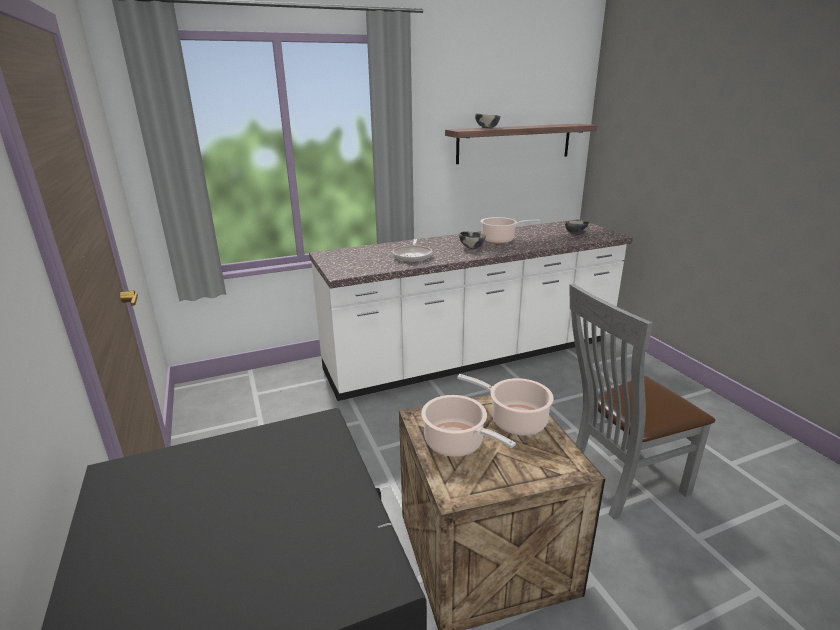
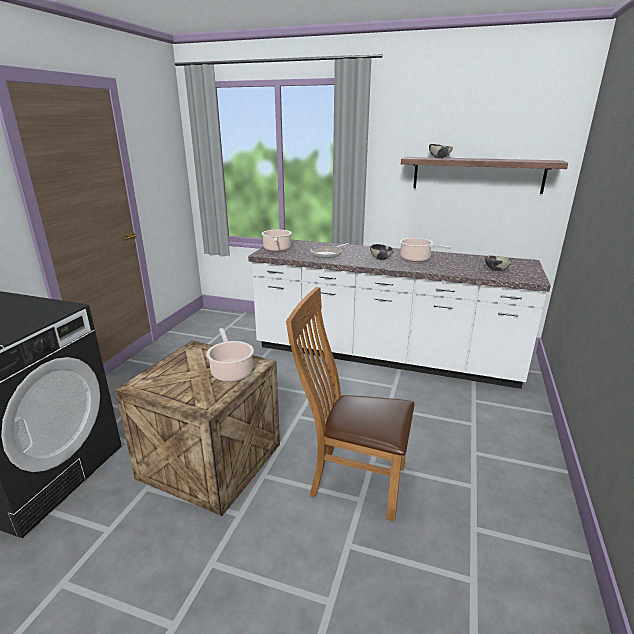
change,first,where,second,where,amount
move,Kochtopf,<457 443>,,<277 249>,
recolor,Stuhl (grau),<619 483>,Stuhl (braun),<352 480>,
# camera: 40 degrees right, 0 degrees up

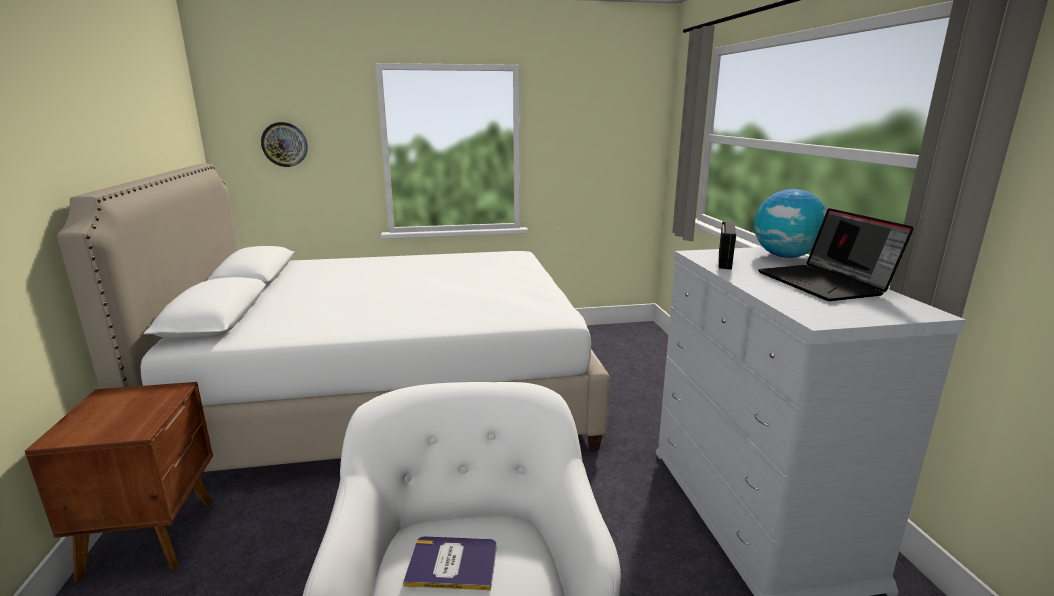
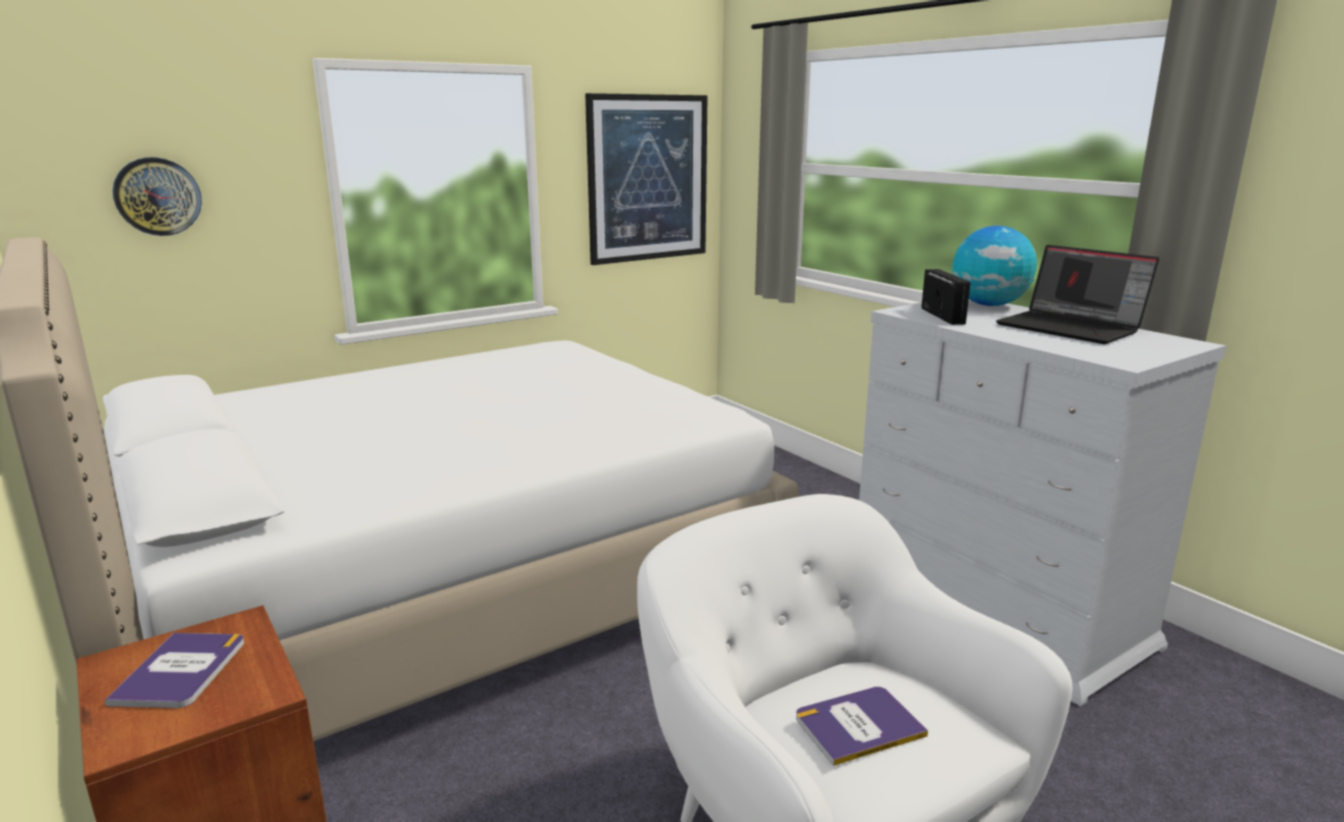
change,first,where,second,where,amount
insert,,,Buch,<181 671>,
insert,,,Bild,<648 178>,
# camera: 25 degrees left, 0 degrees up

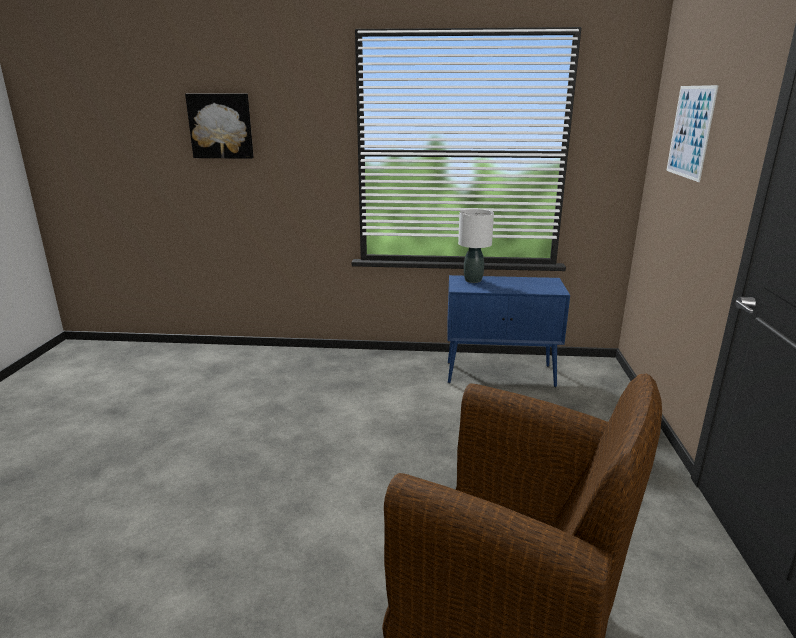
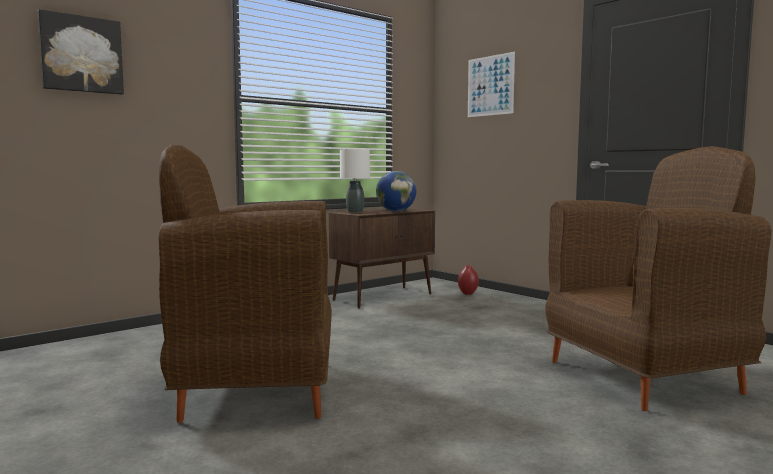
change,first,where,second,where,amount
insert,,,Sessel (braun),<256 390>,
insert,,,Globus,<396 211>,
insert,,,Vase (rot),<468 293>,
recolor,Schrank (blau),<501 374>,Schrank (braun),<384 297>,
# camera: 45 degrees left, 15 degrees down

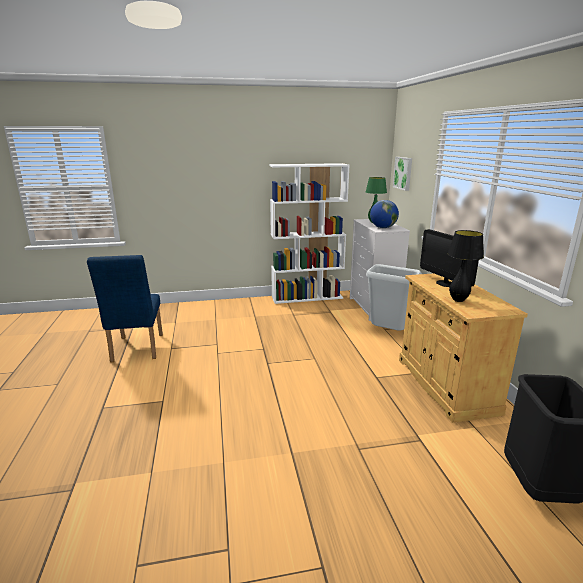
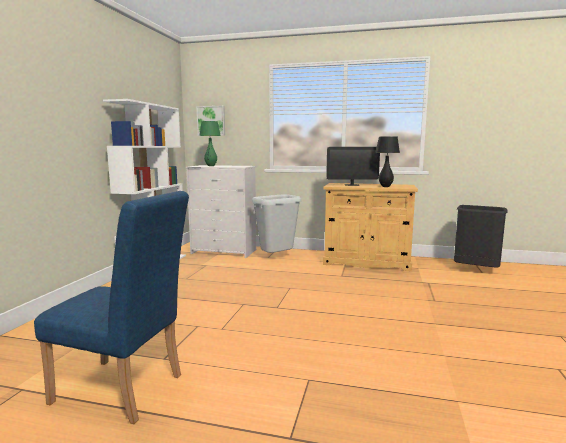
change,first,where,second,where,amount
delete,Globus,<383 228>,,,
# camera: 65 degrees left, 10 degrees down

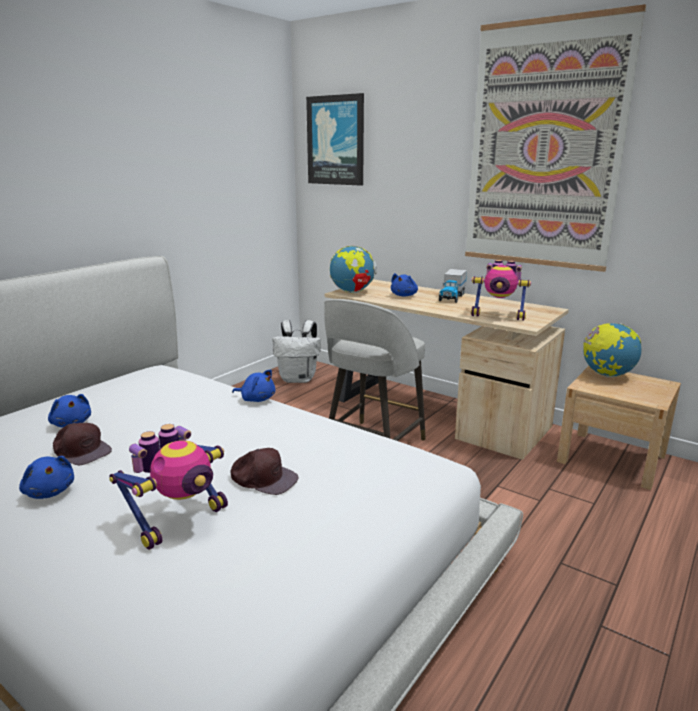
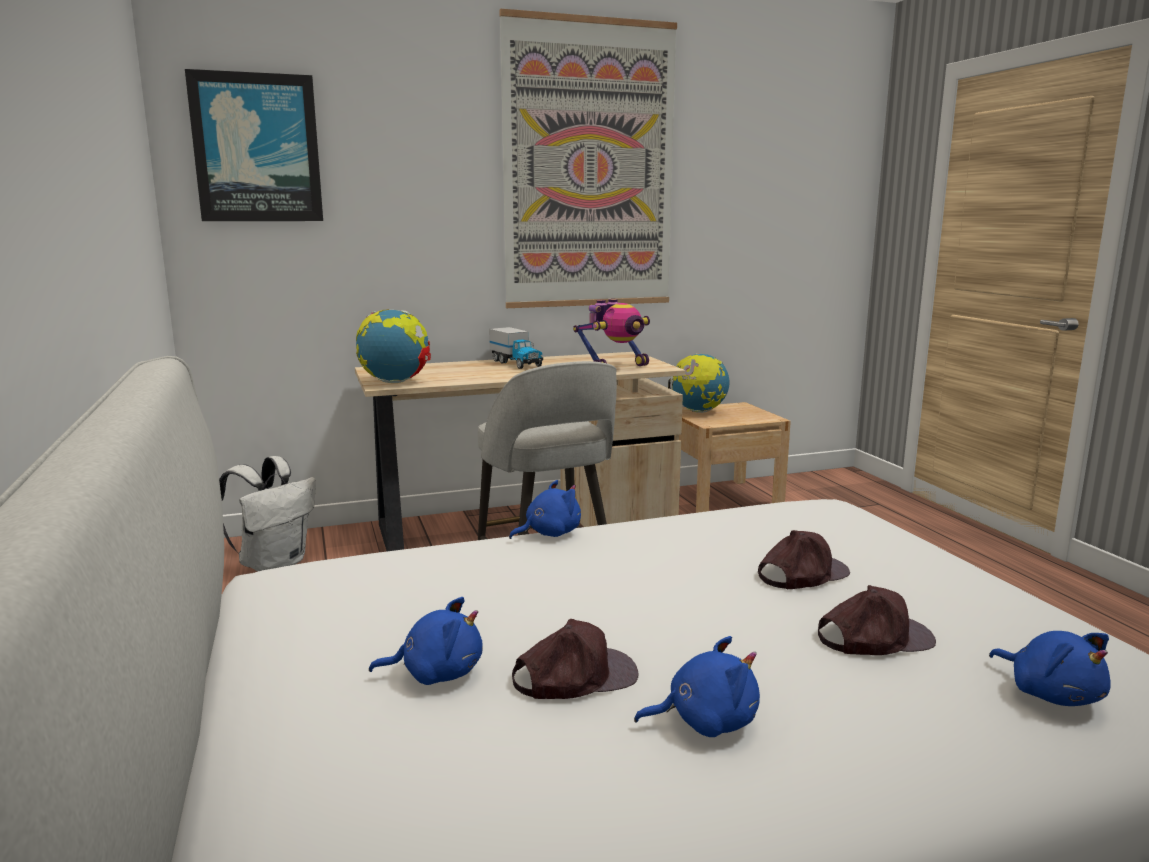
change,first,where,second,where,amount
move,Plüschtier (blau),<404 295>,,<1051 694>,
replace,Spielzeugroboter,<180 520>,Kappe (braun),<874 637>,
# camera: 55 degrees left, 5 degrees down

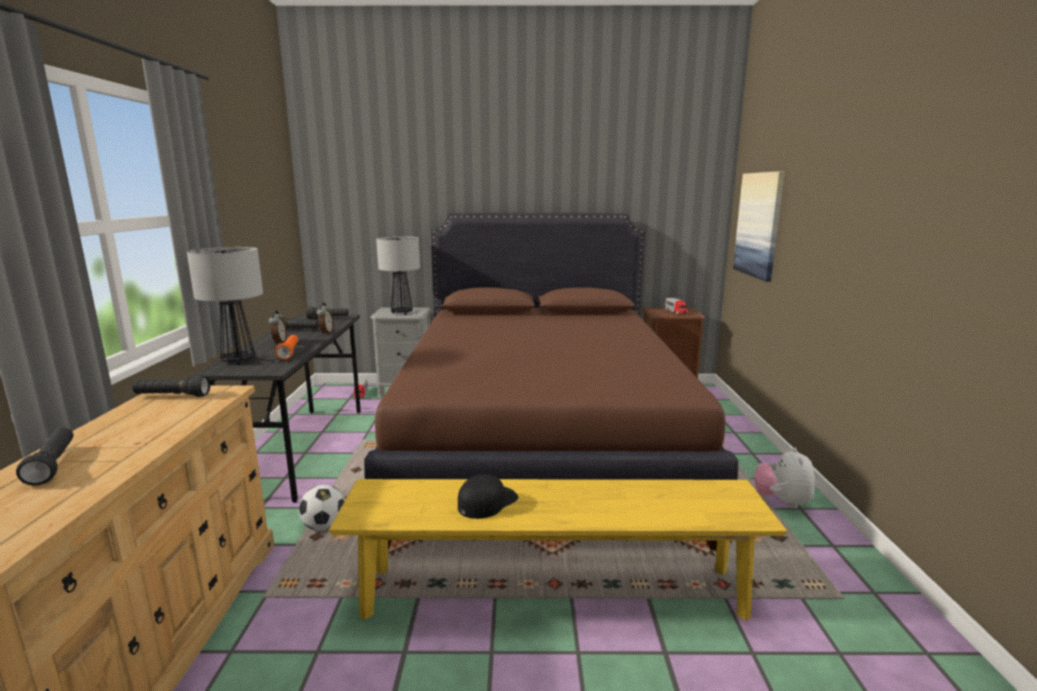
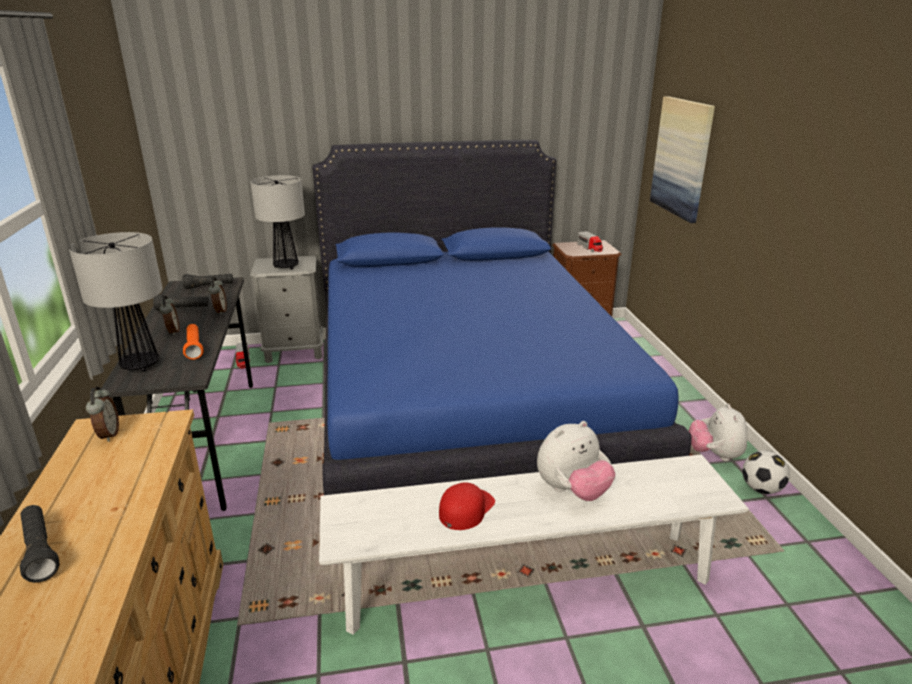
change,first,where,second,where,amount
insert,,,Plüschtier,<572 491>,
move,Fußball,<324 526>,,<761 489>,
replace,Taschenlampe (schwarz),<172 396>,Wecker,<108 435>,
recolor,Bank (gelb),<553 592>,Bank (weiß),<526 580>,
recolor,Bett (braun),<540 443>,Bett (blau),<465 408>,
recolor,Kappe (schwarz),<487 501>,Kappe (rot),<466 508>,
# camera: 10 degrees left, 10 degrees up

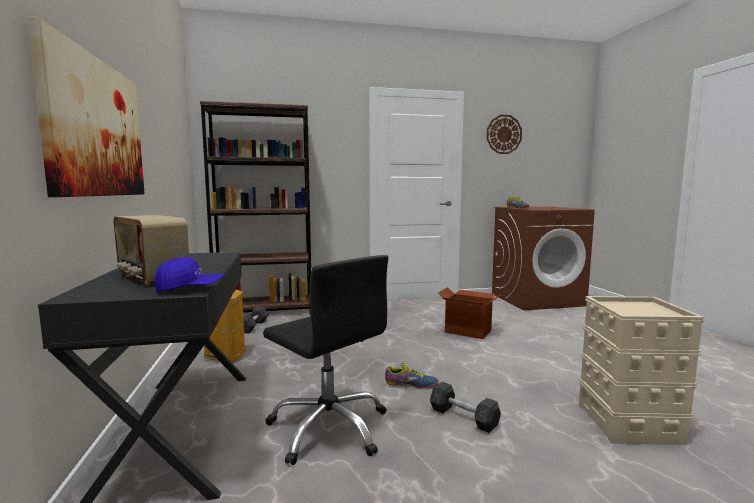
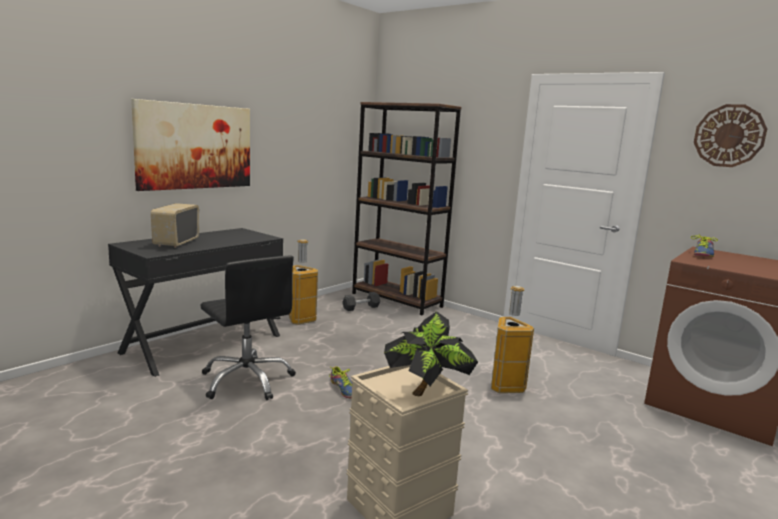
change,first,where,second,where,amount
delete,Kappe (blau),<190 289>,,,
delete,Hantel (grau),<463 417>,,,
insert,,,Topfpflanze,<427 392>,
replace,Karton,<468 331>,Mülleimer,<505 386>,
rotate,Bürostuhl (schwarz),<329 427>,,<247 380>,45 degrees counterclockwise
# camera: 50 degrees right, 5 degrees up

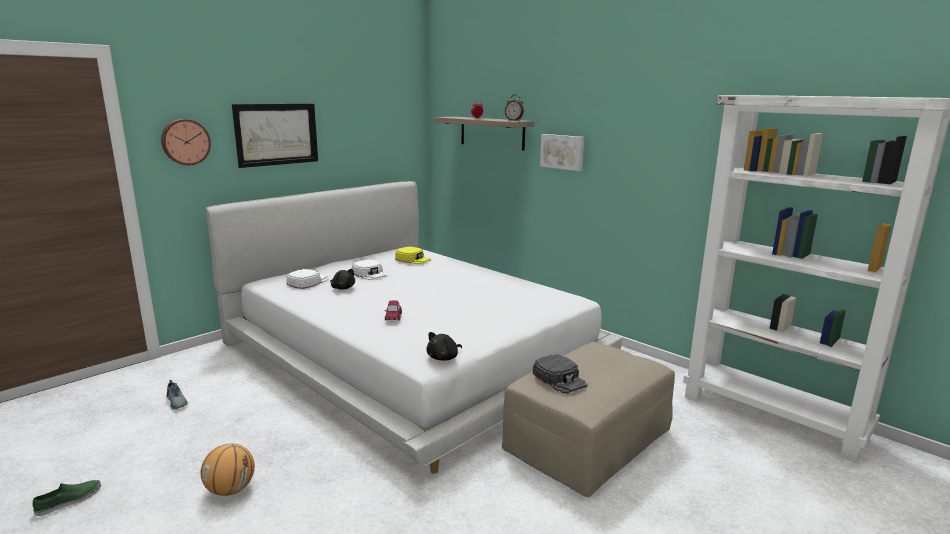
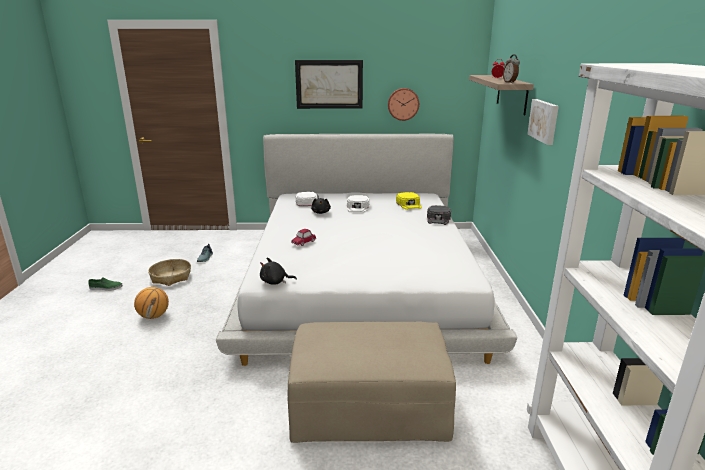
change,first,where,second,where,amount
insert,,,Korb,<171 277>,
move,Wanduhr,<185 142>,,<403 104>,
move,Kappe (schwarz),<560 379>,,<438 219>,
# camera: 45 degrees right, 5 degrees up

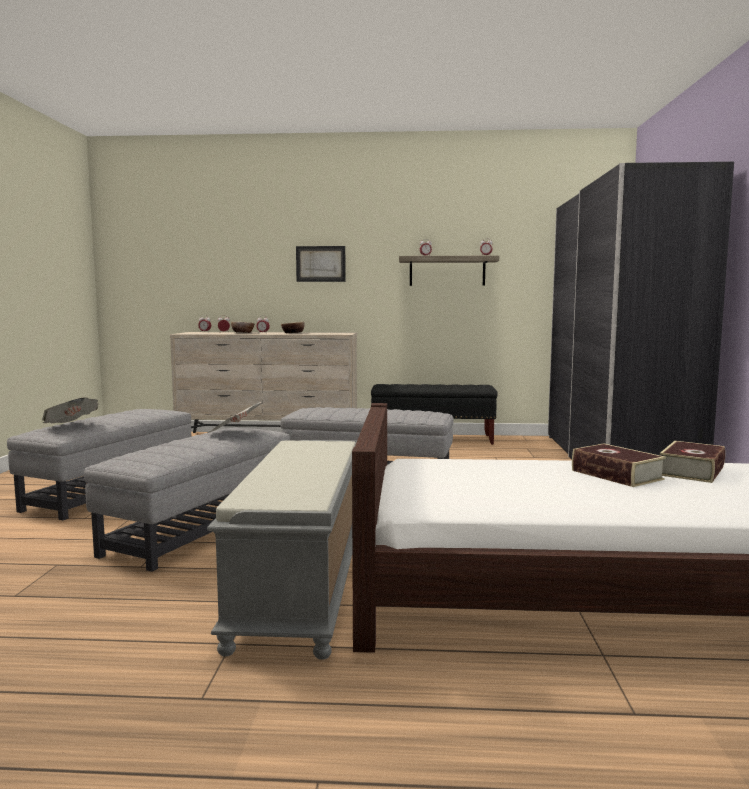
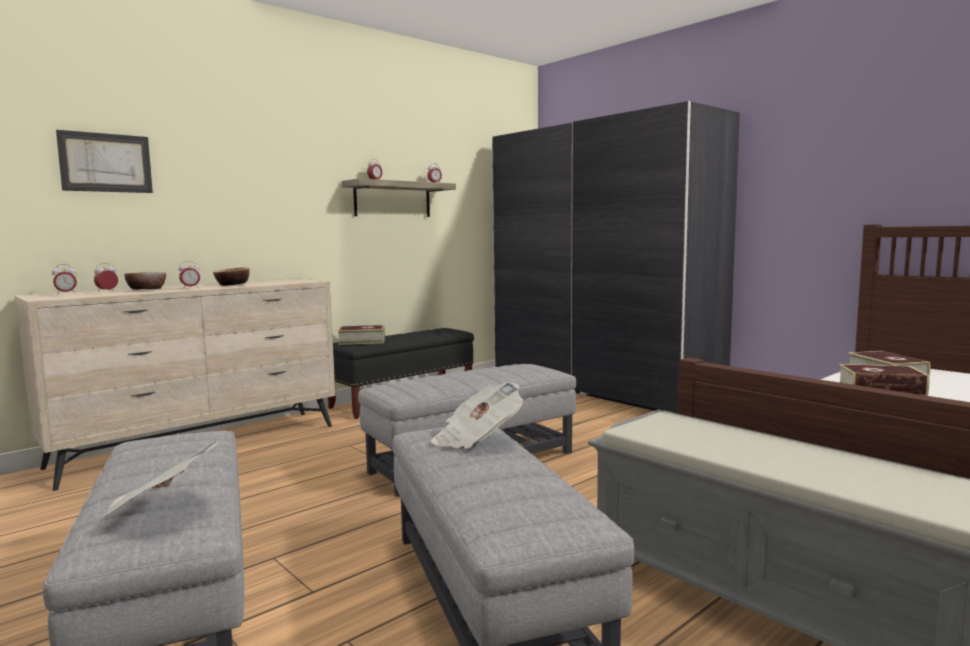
change,first,where,second,where,amount
insert,,,Buch,<362 341>,
move,Bild,<320 264>,,<106 163>,
# camera: 45 degrees left, 0 degrees up

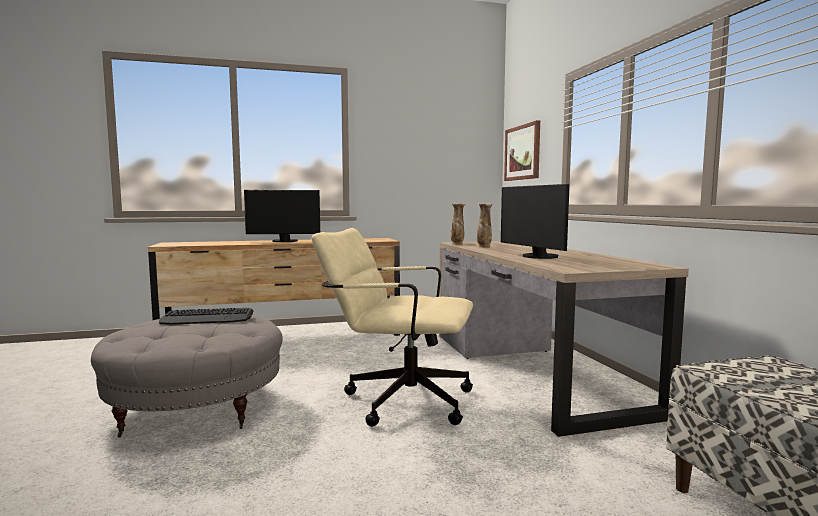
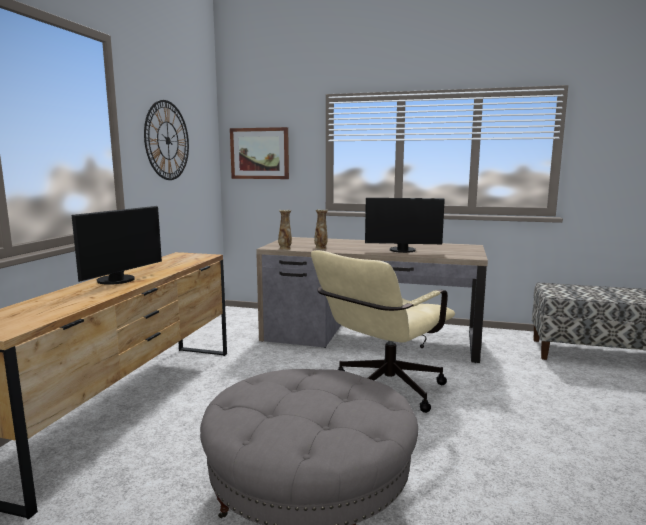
change,first,where,second,where,amount
delete,Tastatur,<208 318>,,,
insert,,,Wanduhr,<167 140>,
# camera: 60 degrees left, 5 degrees up

